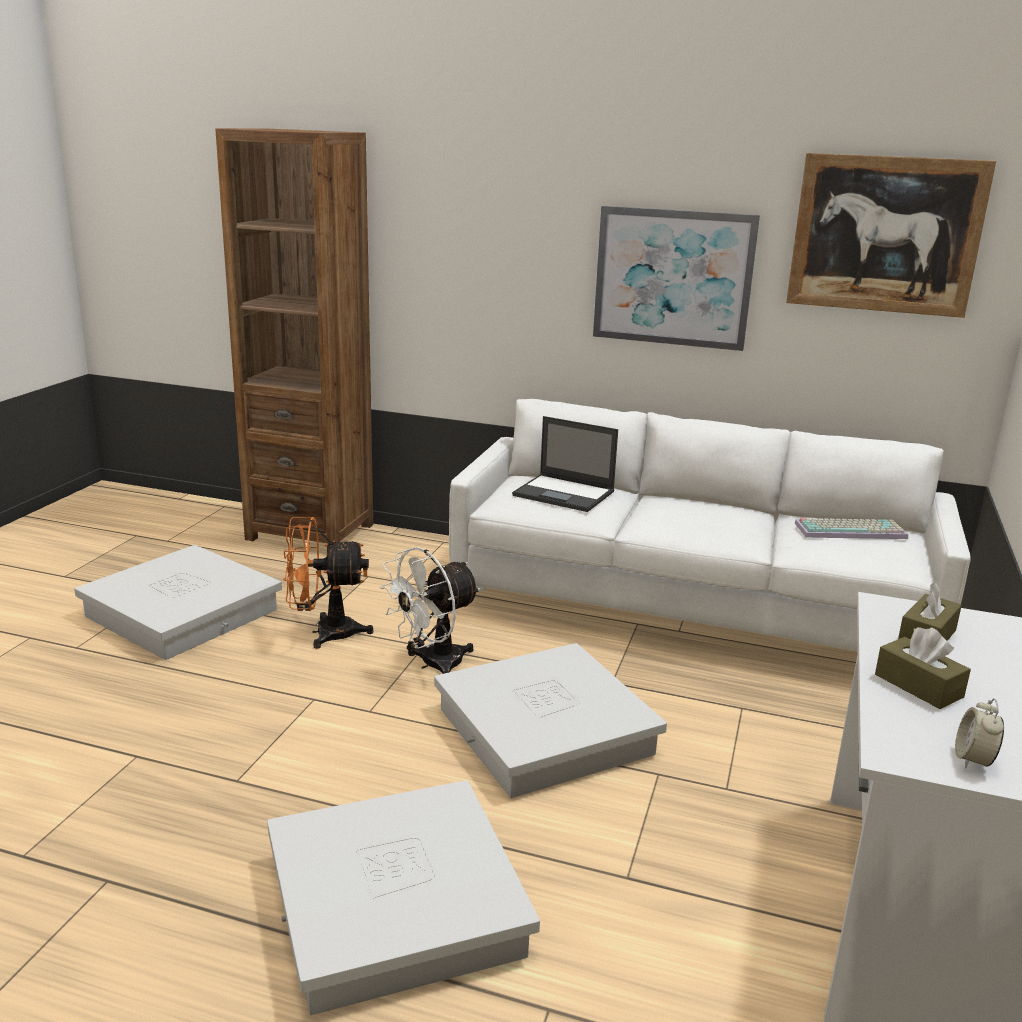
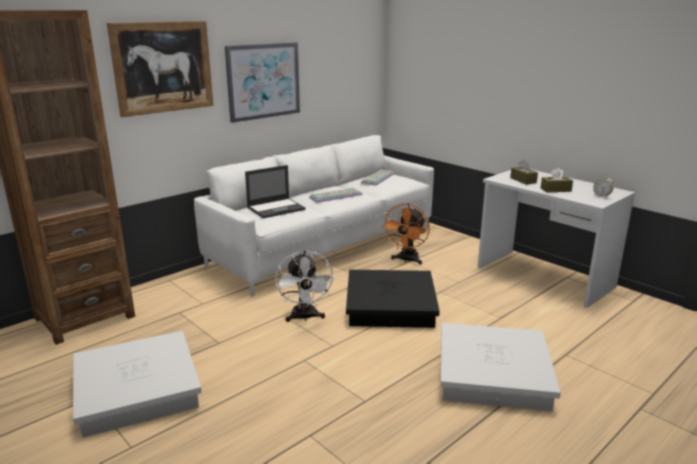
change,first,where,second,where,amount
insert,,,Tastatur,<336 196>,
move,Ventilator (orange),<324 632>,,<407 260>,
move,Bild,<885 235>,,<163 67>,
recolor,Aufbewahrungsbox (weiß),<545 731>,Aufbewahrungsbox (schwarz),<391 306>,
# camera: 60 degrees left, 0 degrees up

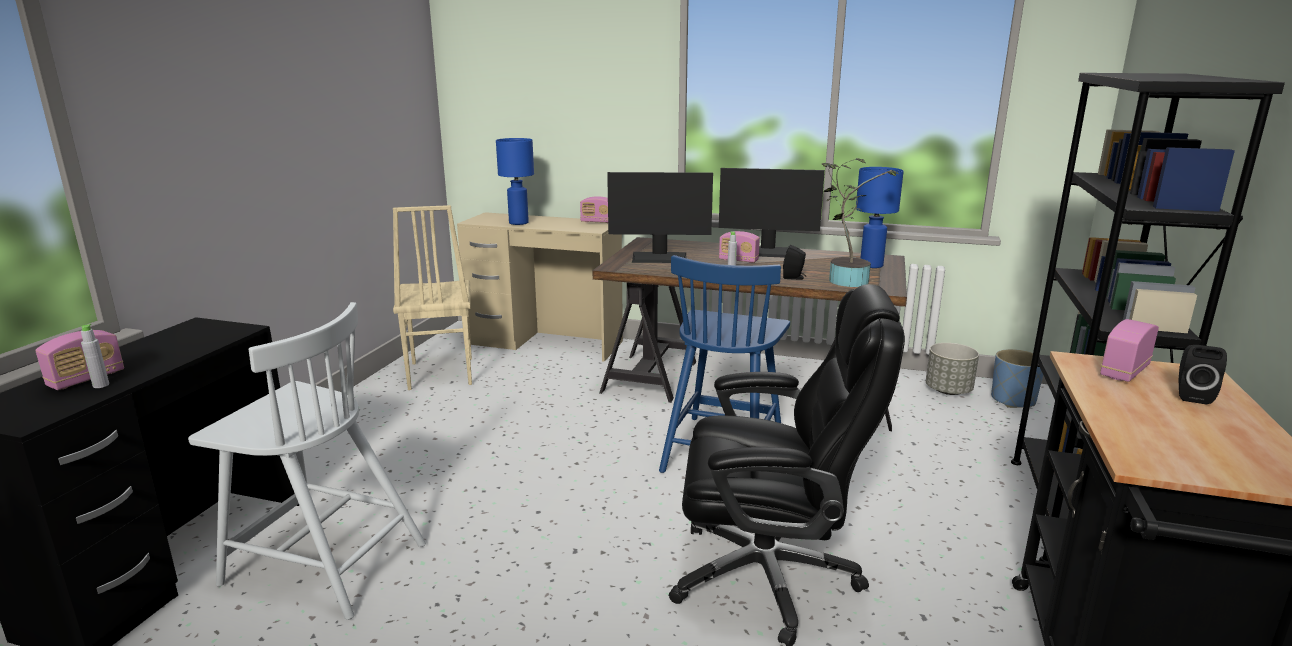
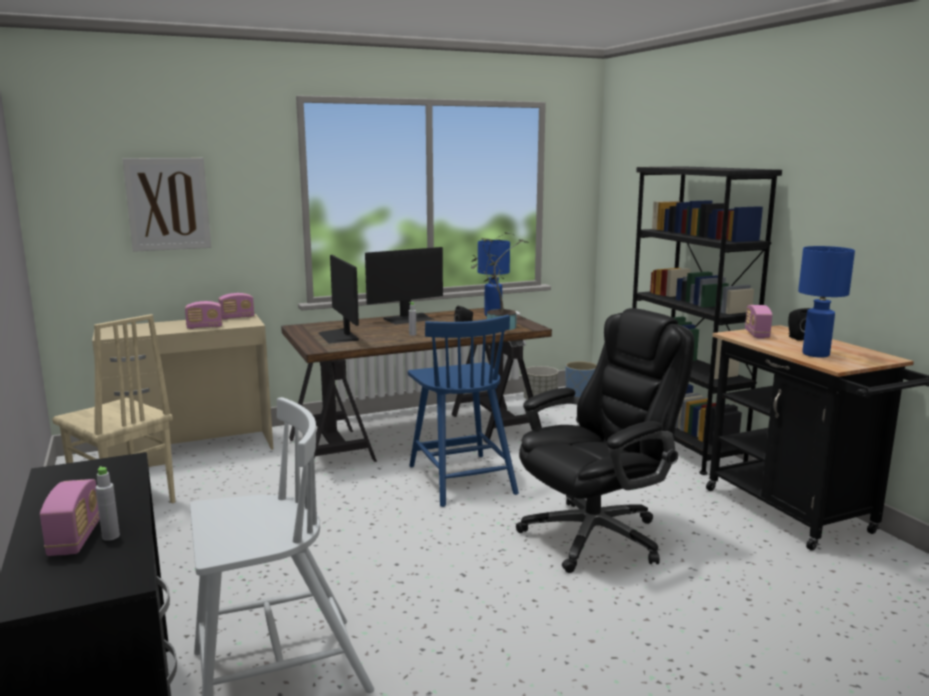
change,first,where,second,where,amount
insert,,,Bild,<168 204>,
move,Tischlampe (blau),<518 223>,,<815 354>,
move,Radio,<738 260>,,<204 327>,
rotate,Monitor,<660 258>,,<339 336>,105 degrees clockwise
# camera: 40 degrees left, 5 degrees down

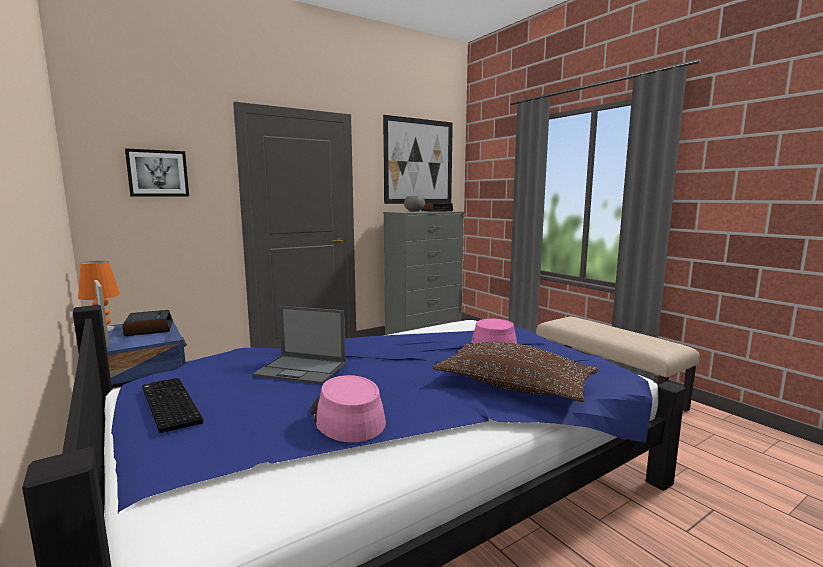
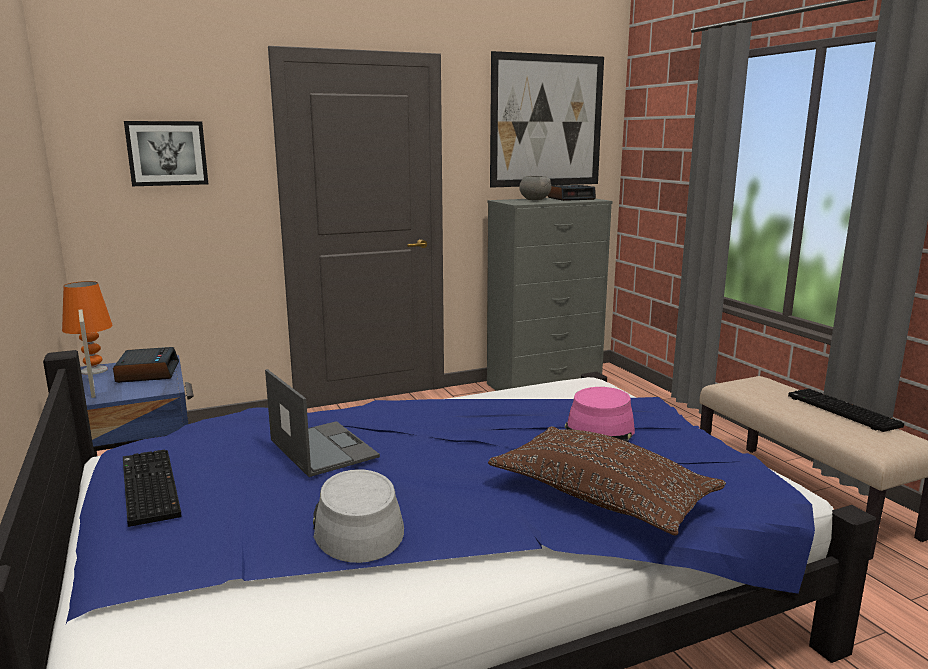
change,first,where,second,where,amount
insert,,,Tastatur,<840 411>,
recolor,Hut (rosa),<346 417>,Hut (grau),<356 525>,
rotate,Laptop,<302 369>,,<322 448>,150 degrees counterclockwise
# camera: 10 degrees right, 5 degrees up

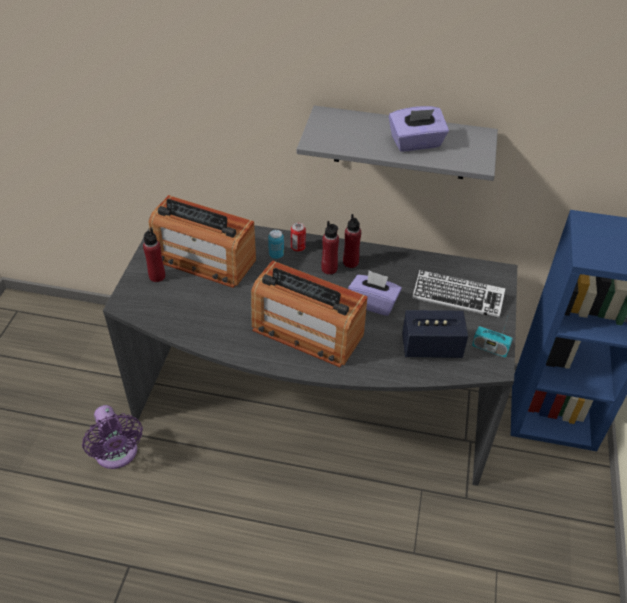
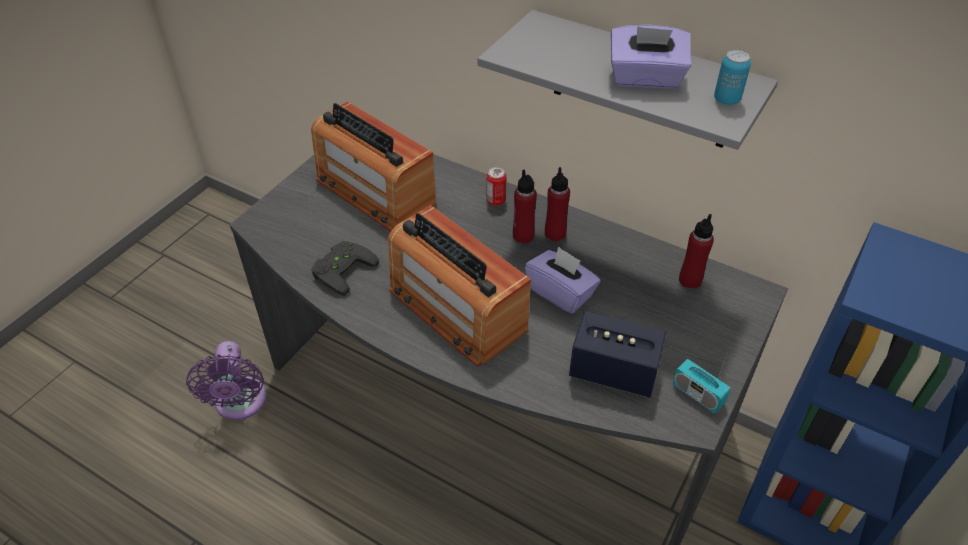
change,first,where,second,where,amount
delete,Tastatur,<457 297>,,,
insert,,,Gamepad (schwarz),<341 269>,
move,Flasche (rot),<157 276>,,<690 280>,
move,Dose,<276 255>,,<726 100>,
# camera: 20 degrees right, 0 degrees up

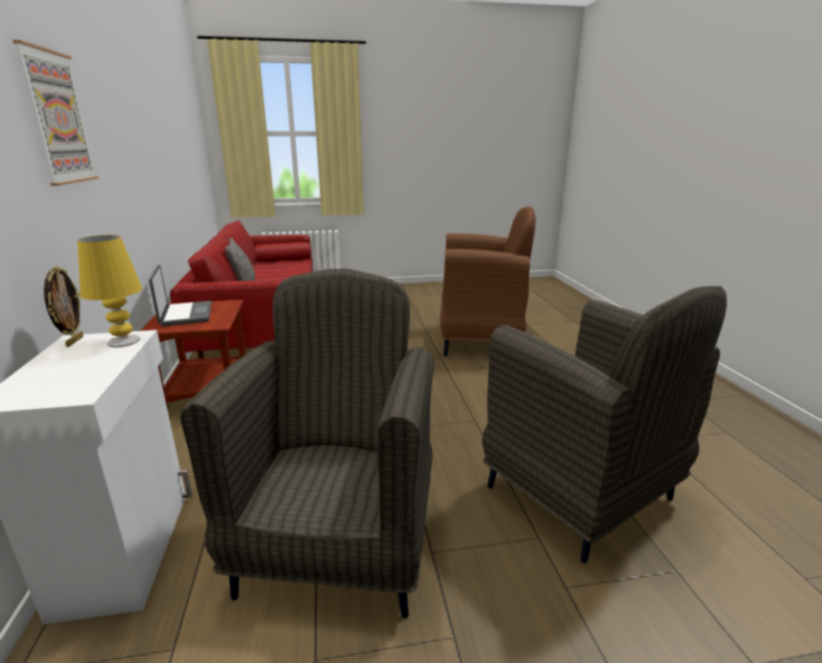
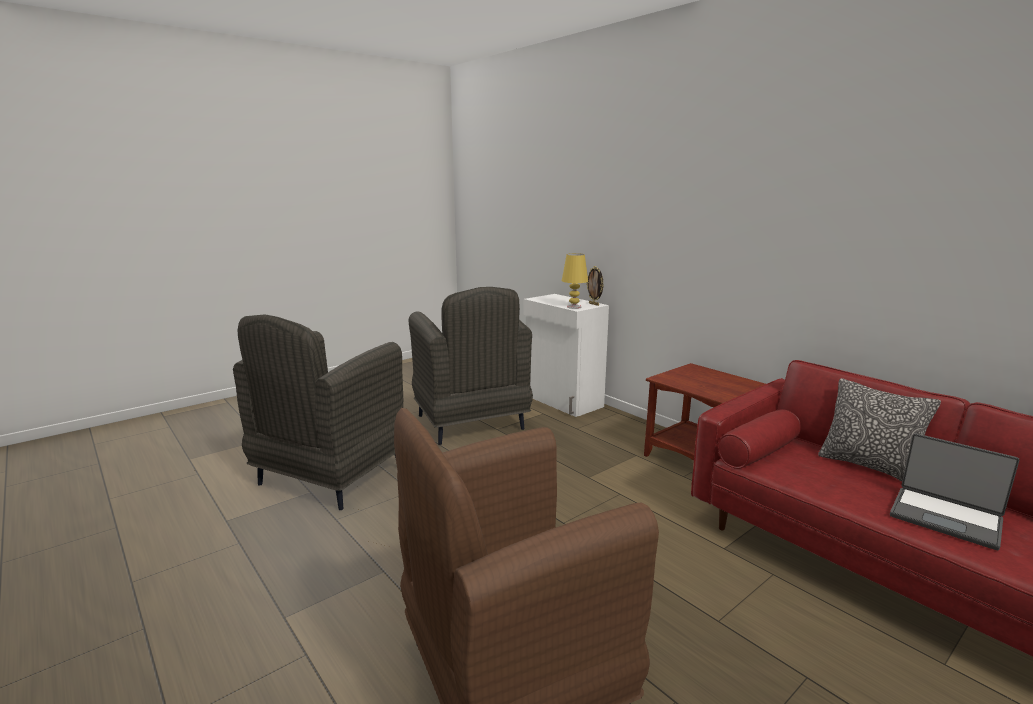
change,first,where,second,where,amount
delete,Bild,<57 118>,,,
move,Laptop,<185 314>,,<945 518>,
rotate,Sessel (grau),<581 495>,,<330 477>,90 degrees counterclockwise
# camera: 150 degrees right, 5 degrees down

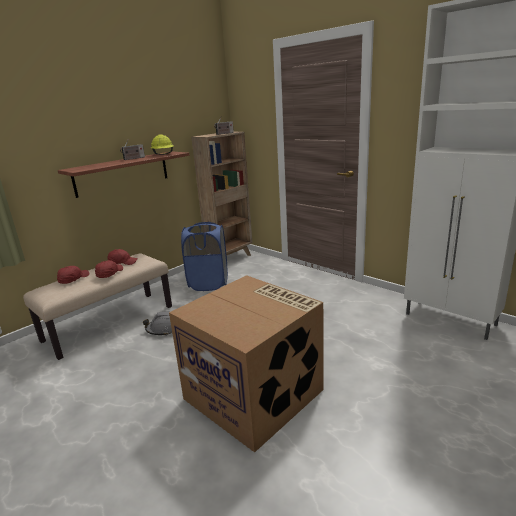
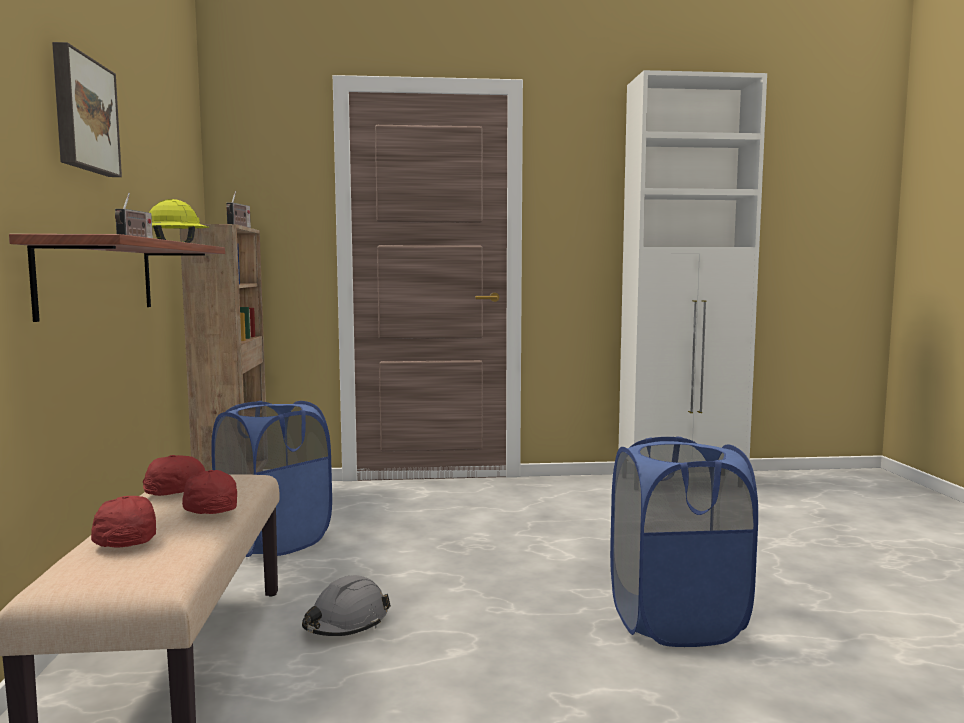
change,first,where,second,where,amount
insert,,,Bild,<82 115>,
replace,Karton,<255 394>,Wäschekorb (blau),<676 621>,
# camera: 50 degrees left, 15 degrees down

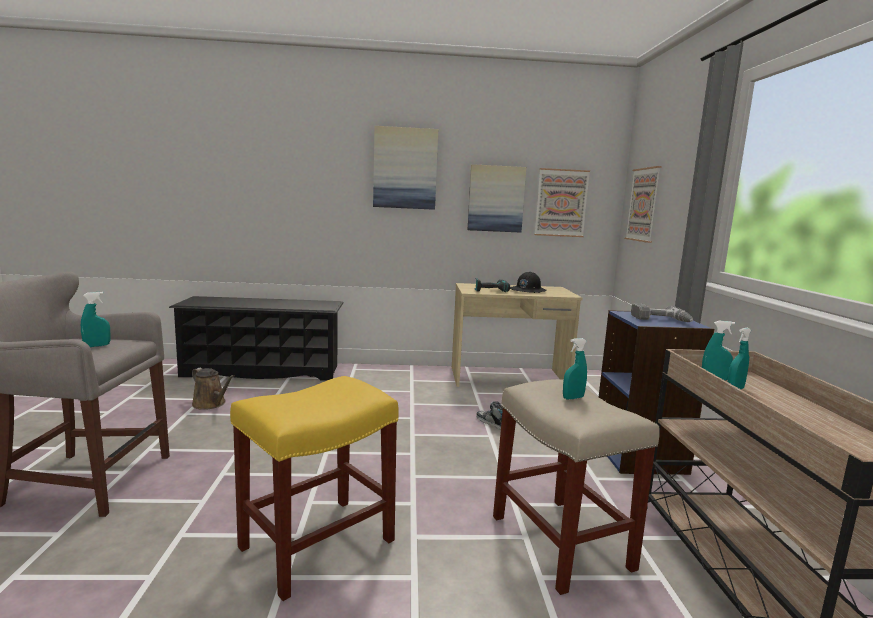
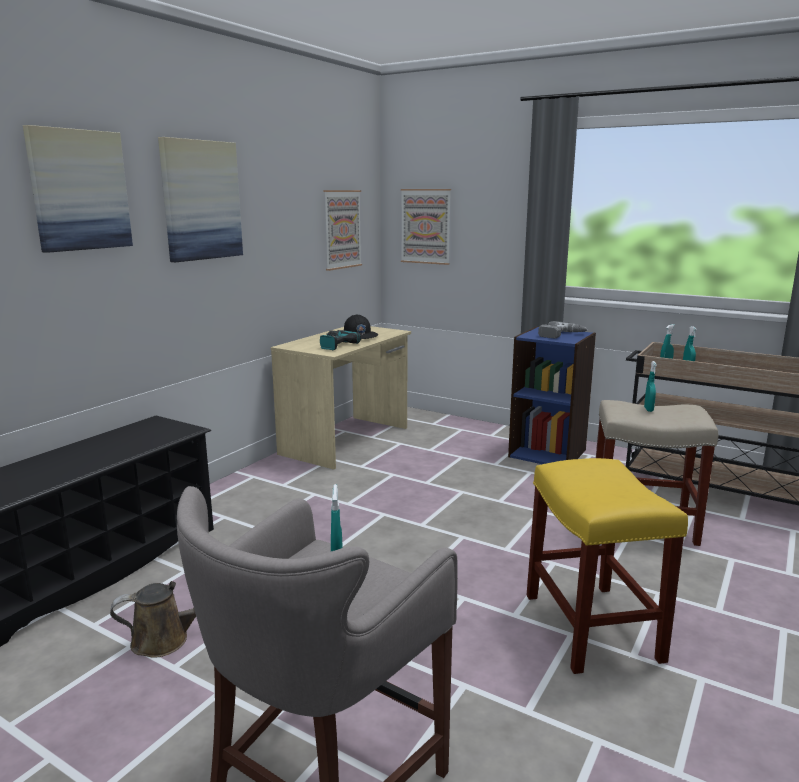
change,first,where,second,where,amount
delete,Schuh,<491 423>,,,
move,Bild,<496 199>,,<79 190>,
# camera: 55 degrees left, 5 degrees up

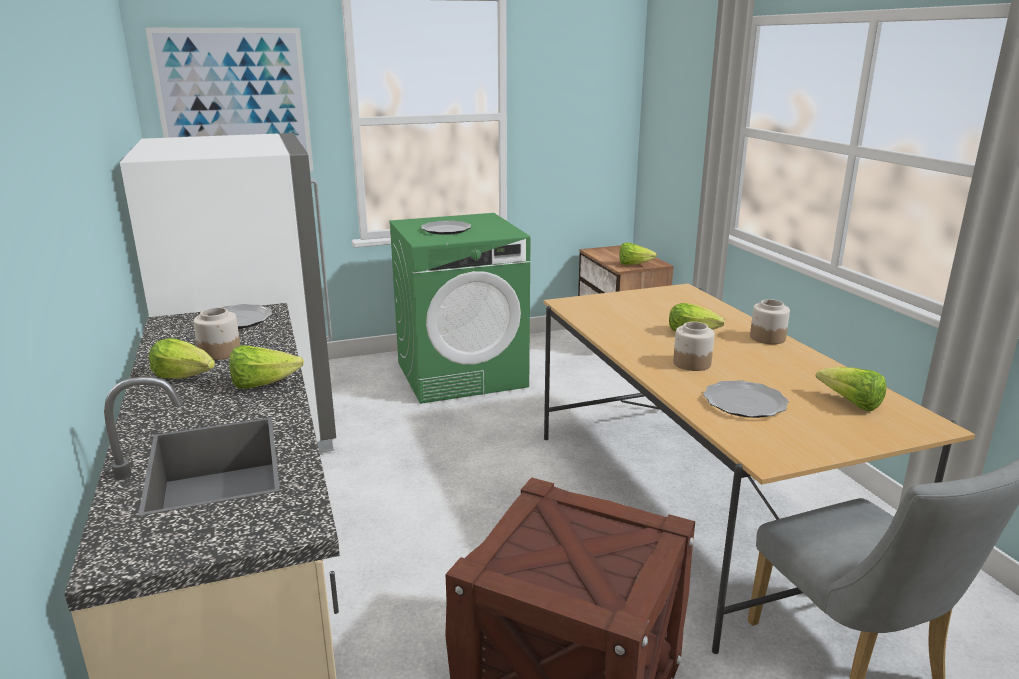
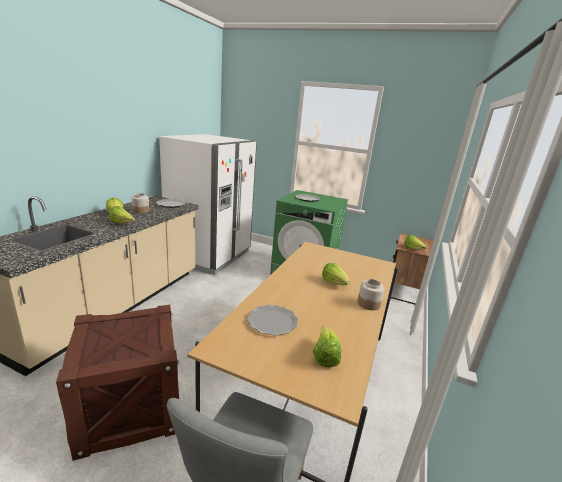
change,first,where,second,where,amount
delete,Bild,<234 103>,,,
delete,Vorratsglas,<691 363>,,,
# camera: 40 degrees right, 0 degrees up

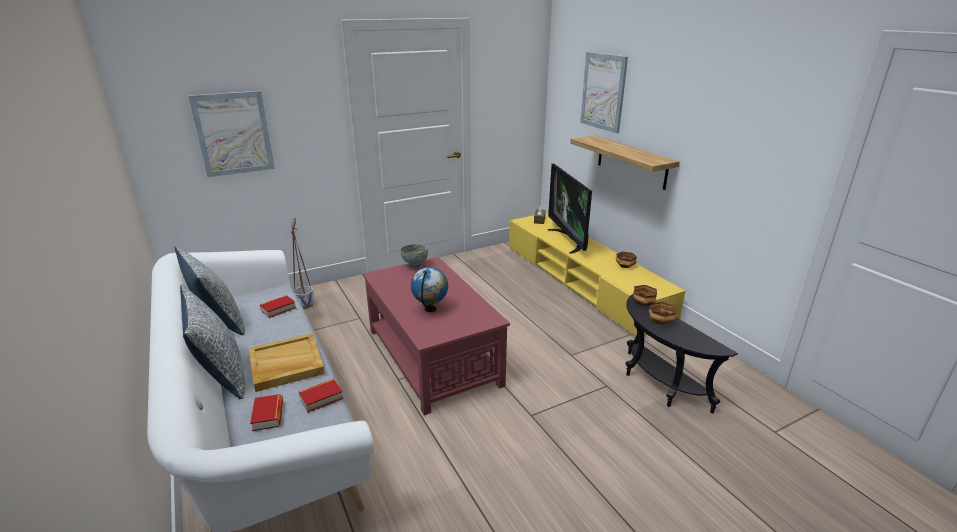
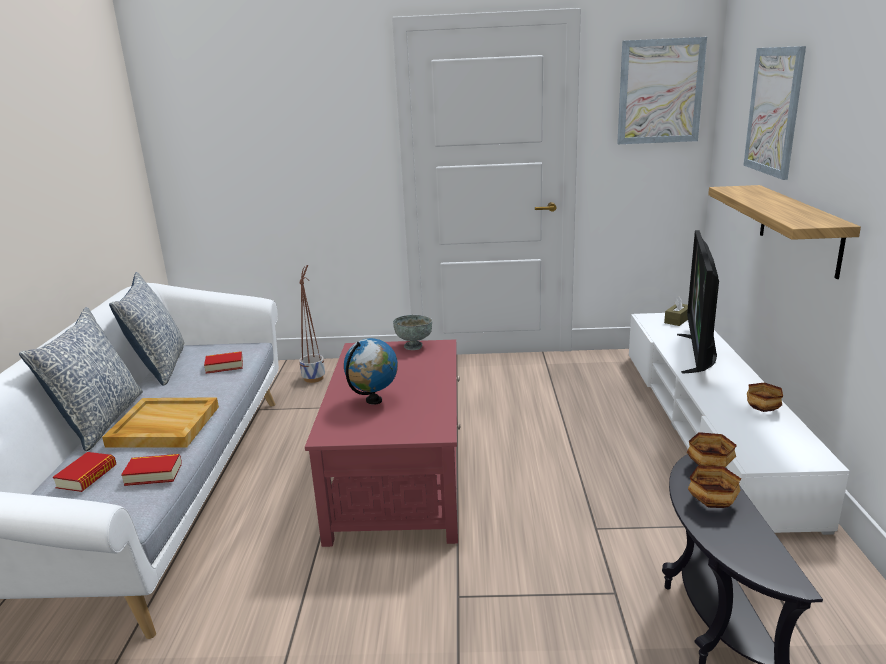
change,first,where,second,where,amount
move,Bild,<233 133>,,<660 91>,
recolor,Fernsehschrank (gelb),<582 282>,Fernsehschrank (weiß),<708 426>,
# camera: 30 degrees right, 5 degrees down

